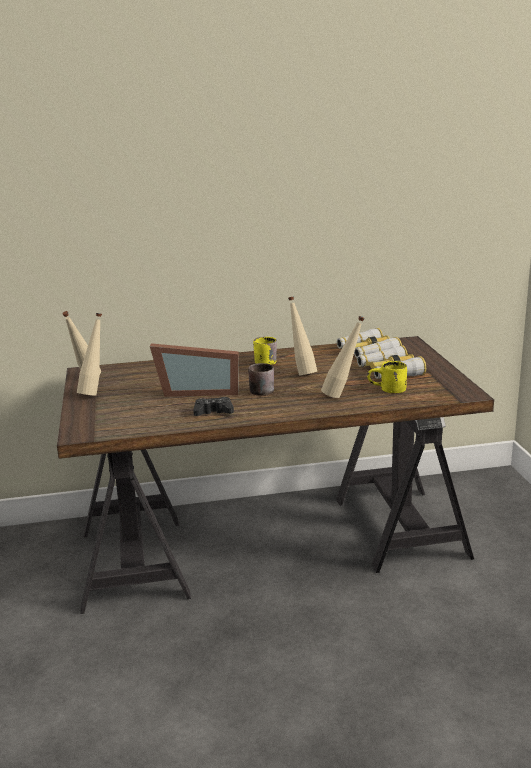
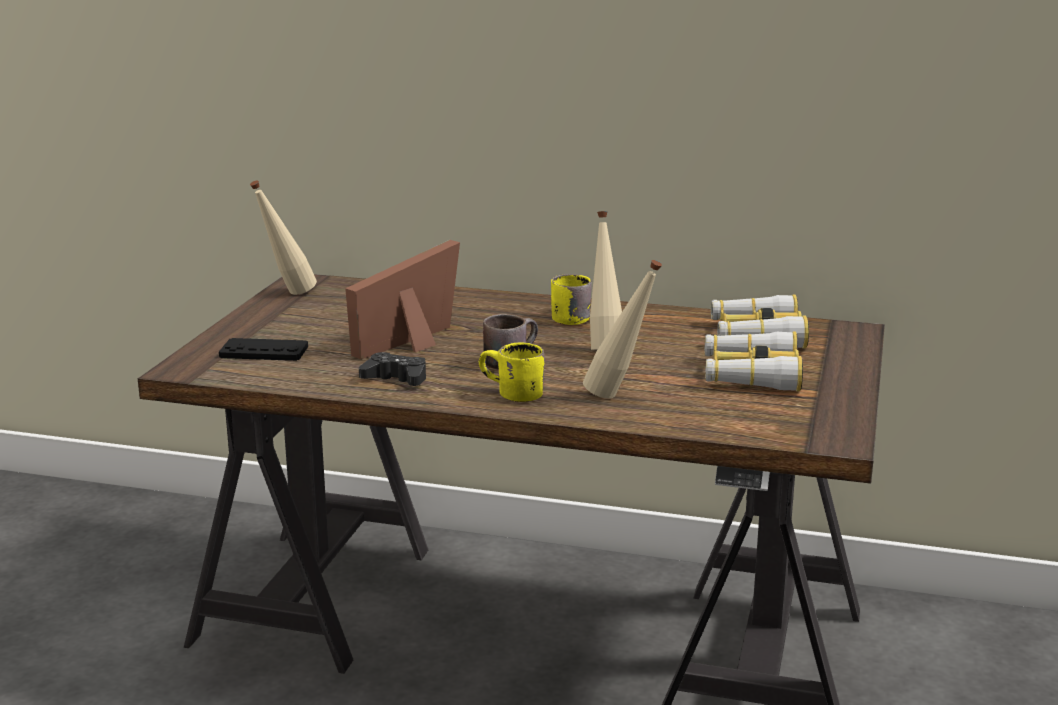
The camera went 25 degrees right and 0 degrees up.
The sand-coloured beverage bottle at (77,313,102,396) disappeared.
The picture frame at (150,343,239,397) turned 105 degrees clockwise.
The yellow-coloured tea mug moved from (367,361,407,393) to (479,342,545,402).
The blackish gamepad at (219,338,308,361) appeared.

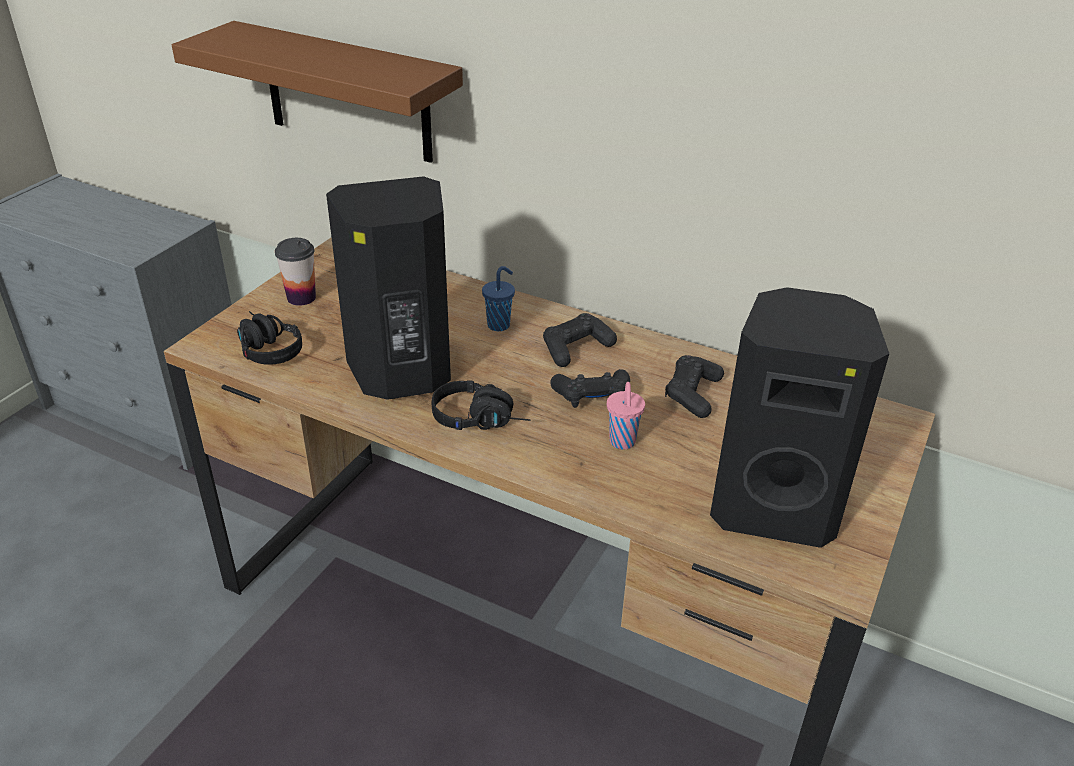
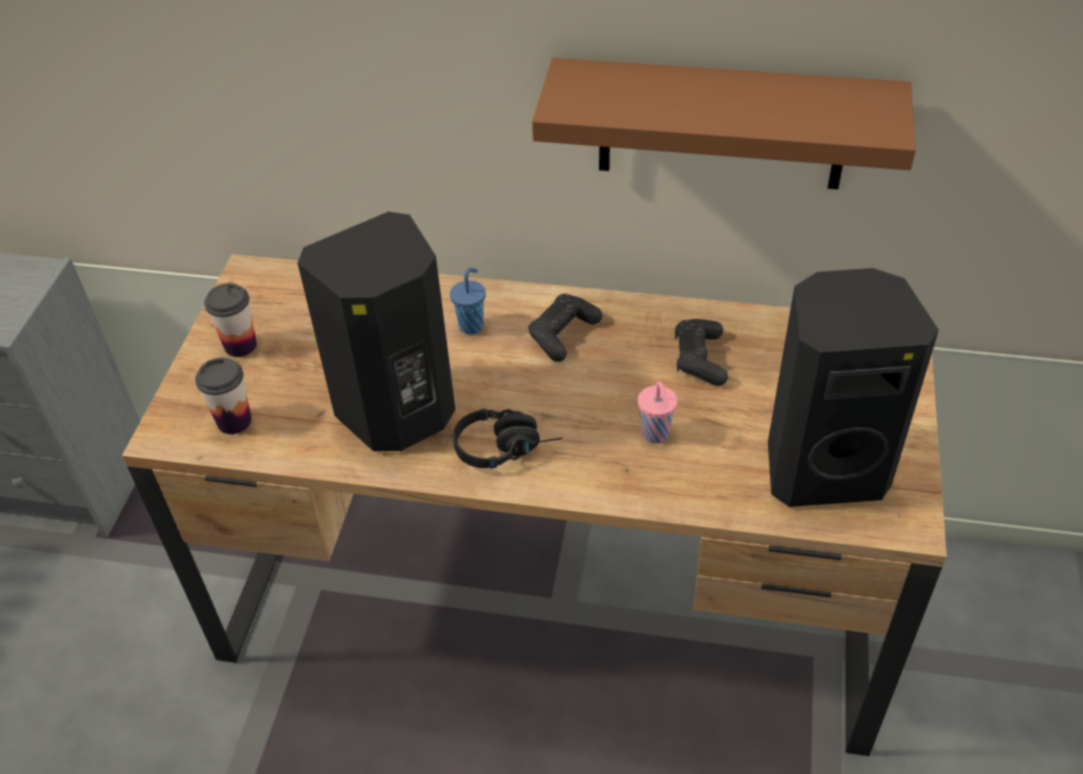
The camera went 15 degrees left and 10 degrees up.
The brown-coloured bracket shelf moved from (172,21,463,163) to (532,58,916,189).
The blackish headphones at (237,311,302,365) was replaced by the cup at (195,358,251,434).
The blackish gamepad at (550,369,630,408) disappeared.

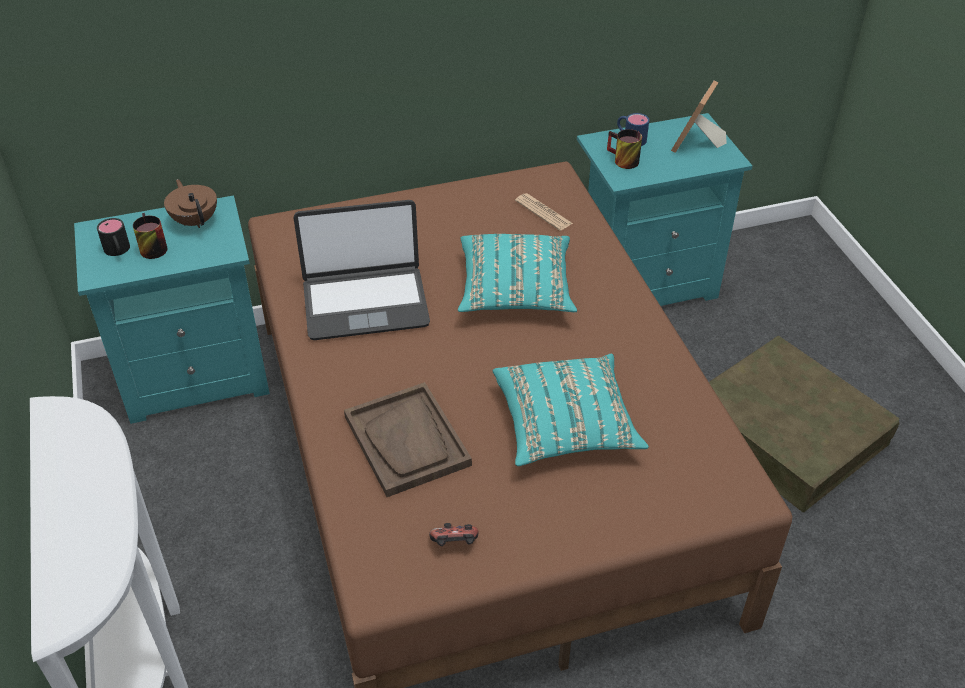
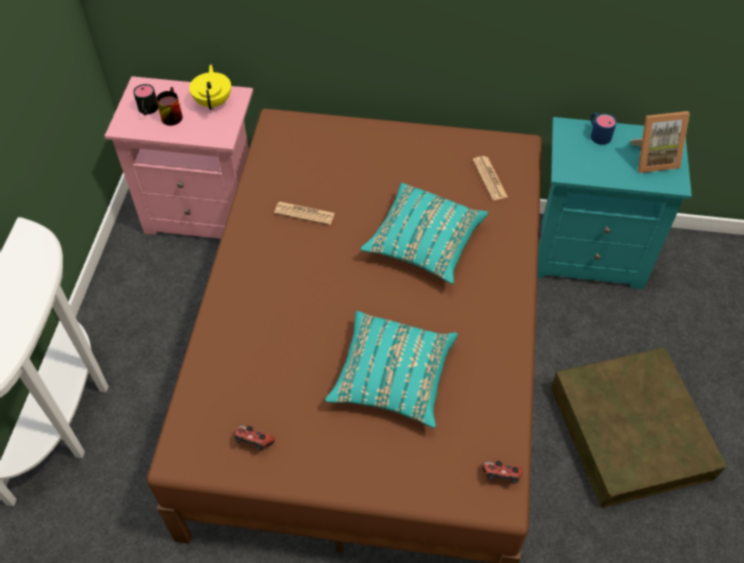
The camera went 25 degrees right and 10 degrees up.
The turquoise-coloured night table at (74,195,270,424) became the pink-coloured night table at (105,76,253,239).
The brown-coloured pot for tea at (164,179,217,228) became the yellow-coloured pot for tea at (189,65,231,110).
The portable computer at (293,200,430,340) was replaced by the daily paper at (274,202,335,225).
The brown-coloured serving tray at (344,382,472,497) disappeared.
The tea mug at (607,129,642,169) disappeared.
The picture frame at (671,80,727,153) turned 150 degrees counterclockwise.
The gamepad at (482,461,523,484) appeared.

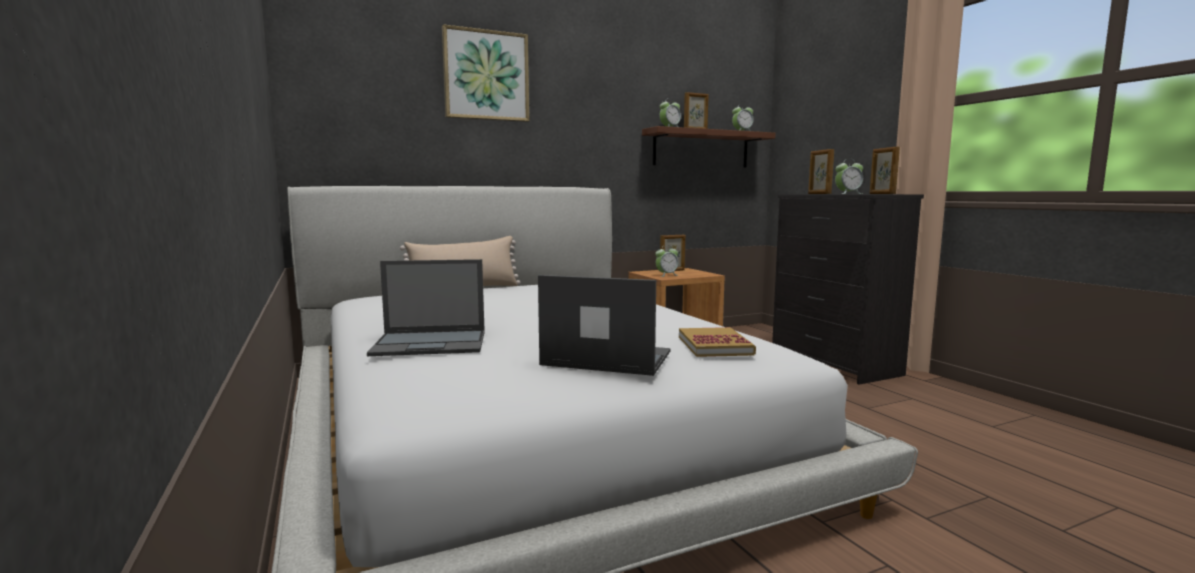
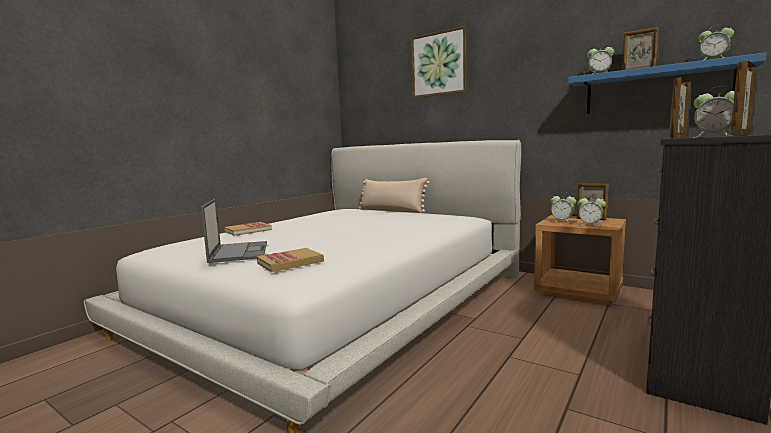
The camera went 60 degrees right and 0 degrees up.
The portable computer at (367,259,485,356) was replaced by the book at (224,222,272,236).
The brown-coloured bracket shelf at (642,126,775,167) became the blue bracket shelf at (568,53,766,114).
The table clock at (577,194,606,227) appeared.

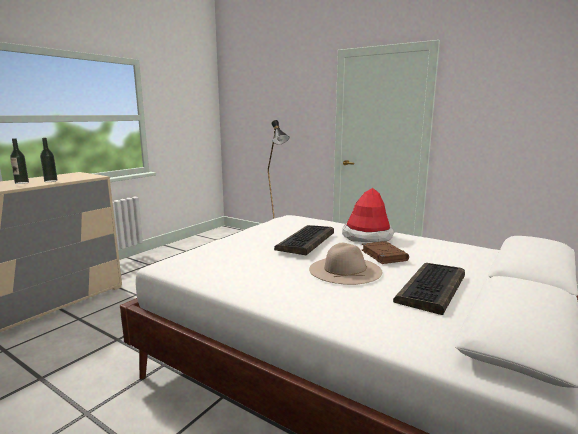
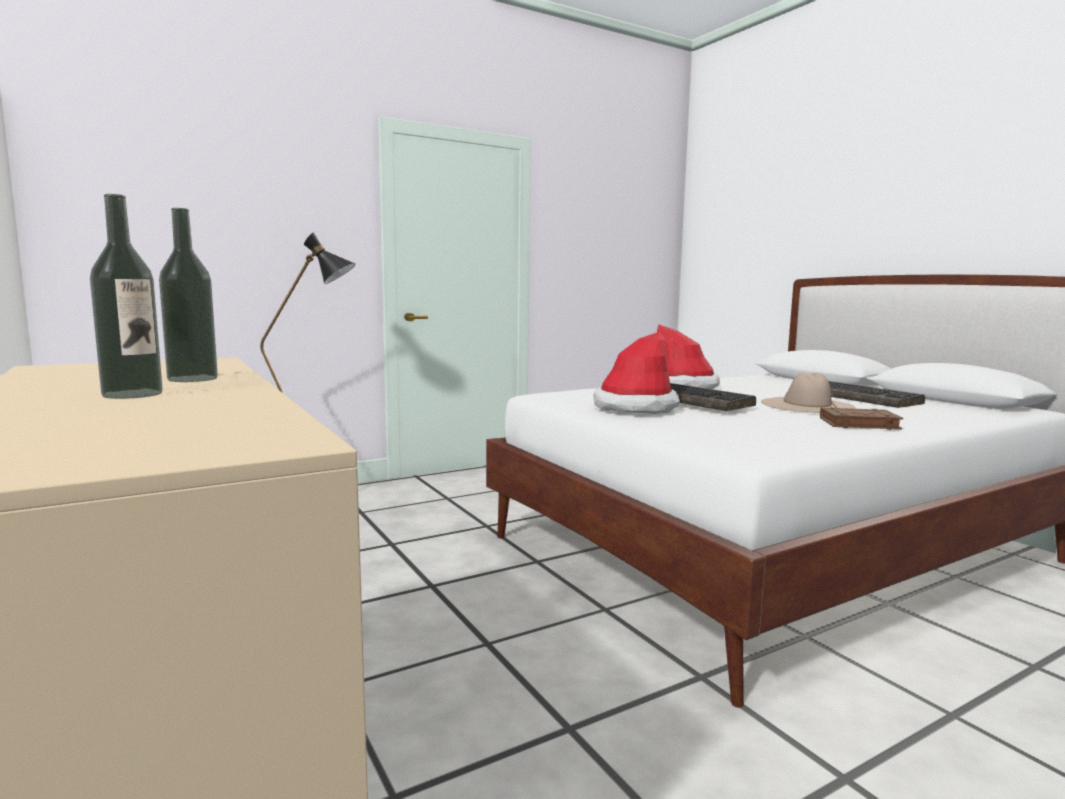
The camera went 65 degrees left and 5 degrees down.
The brown-coloured book moved from (362,241,409,264) to (820,407,903,430).
The clothing hat at (593,332,680,414) appeared.

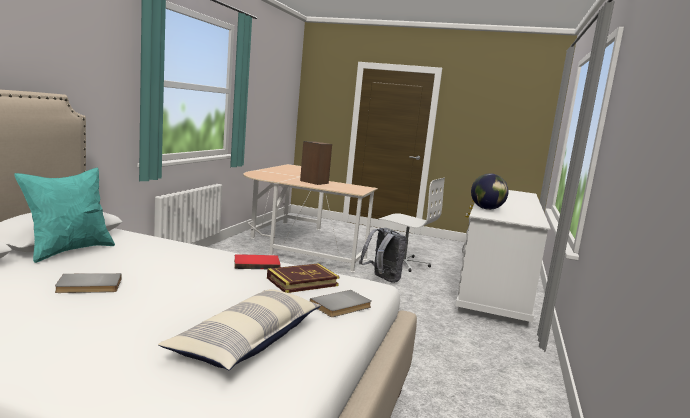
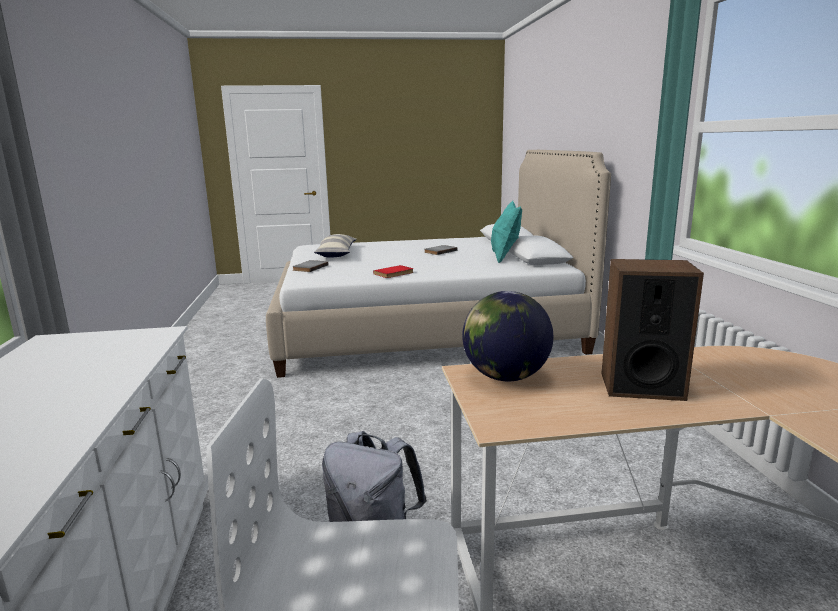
The camera went 155 degrees right and 5 degrees up.
The book at (267,263,339,293) disappeared.
The globe moved from (471,173,508,210) to (462,291,553,381).

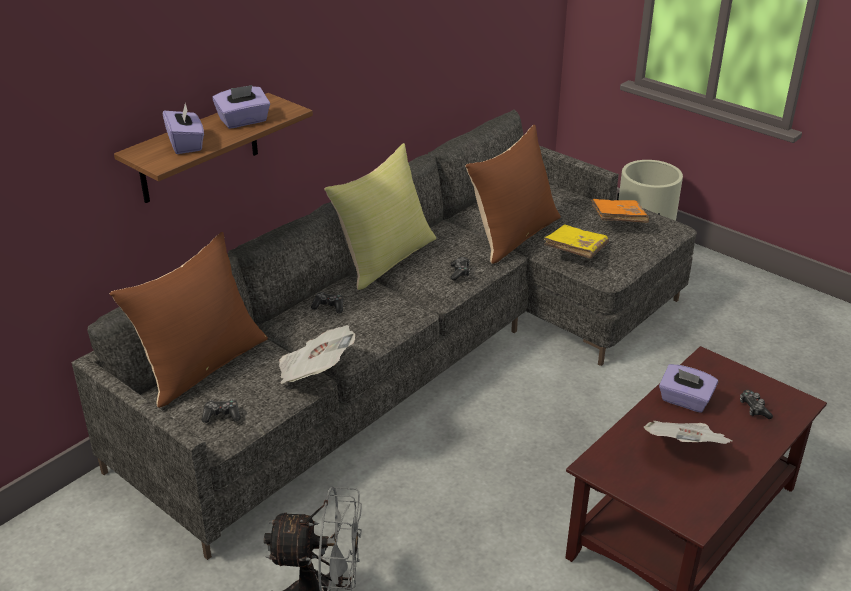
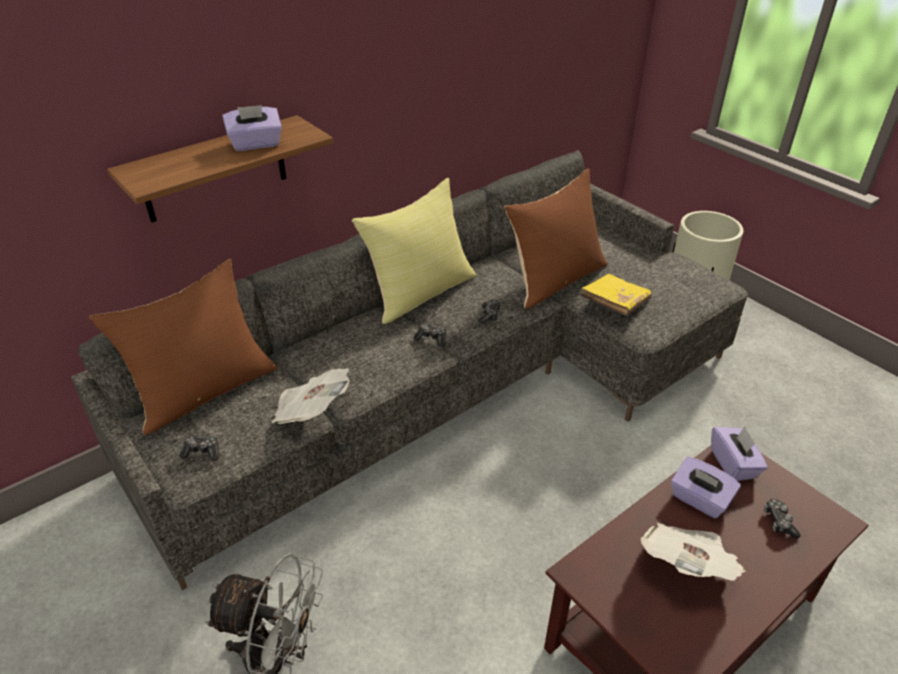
The camera went 10 degrees right and 5 degrees up.
The purple-coloured tissue holder moved from (163,101,204,154) to (711,427,768,481).
The gamepad moved from (311,292,343,313) to (414,323,446,347).
The orange-coloured book at (591,199,649,223) disappeared.

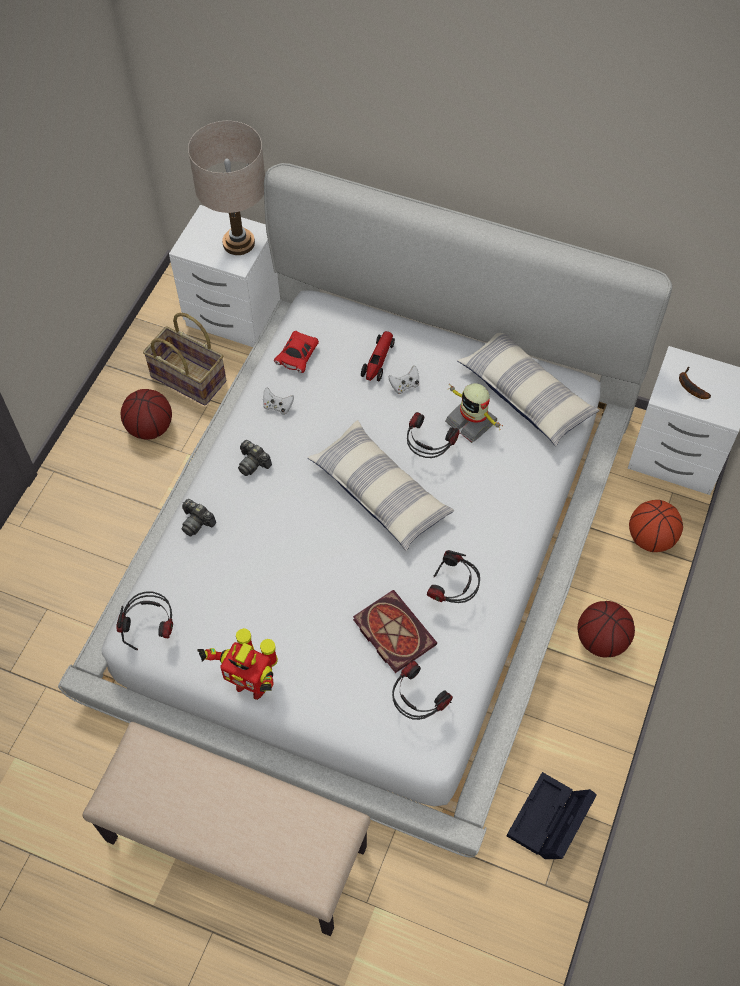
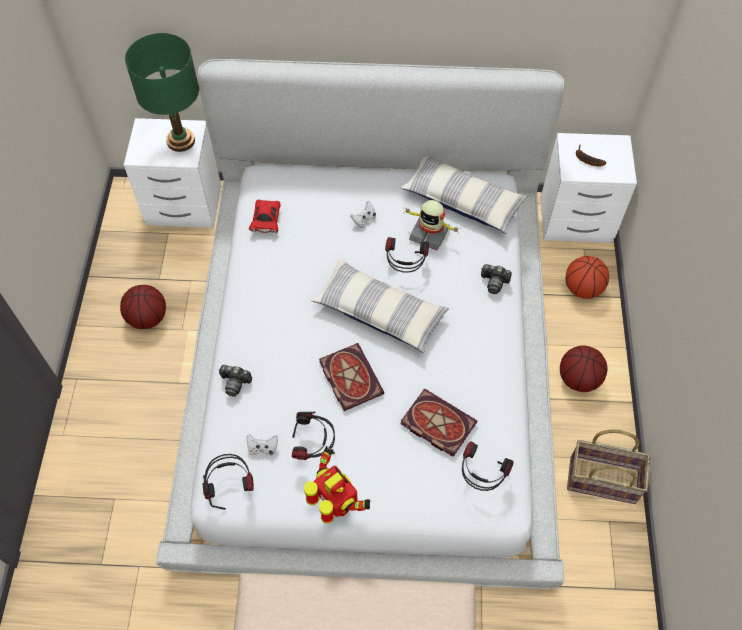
The camera went 20 degrees left and 0 degrees up.
The basket moved from (143,313,227,406) to (567,430,650,504).
The sand-coloured lamp for a table at (188,121,265,255) became the green lamp for a table at (125,33,199,152).
The robot figure at (198,628,278,700) turned 135 degrees counterclockwise.
The photo camera moved from (238,440,272,476) to (481,264,512,294).
The white gamepad moved from (263,387,294,415) to (246,434,278,456).
The model car at (361,331,395,381) disappeared.
The headphones moved from (427,550,480,603) to (292,412,335,460).
The blackish storage container at (507,772,597,859) disappeared.
The book at (319,343,384,411) appeared.

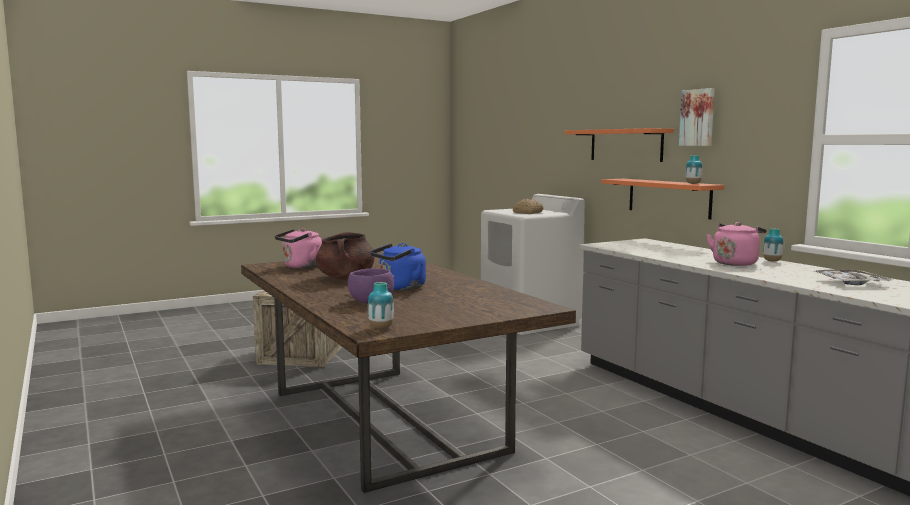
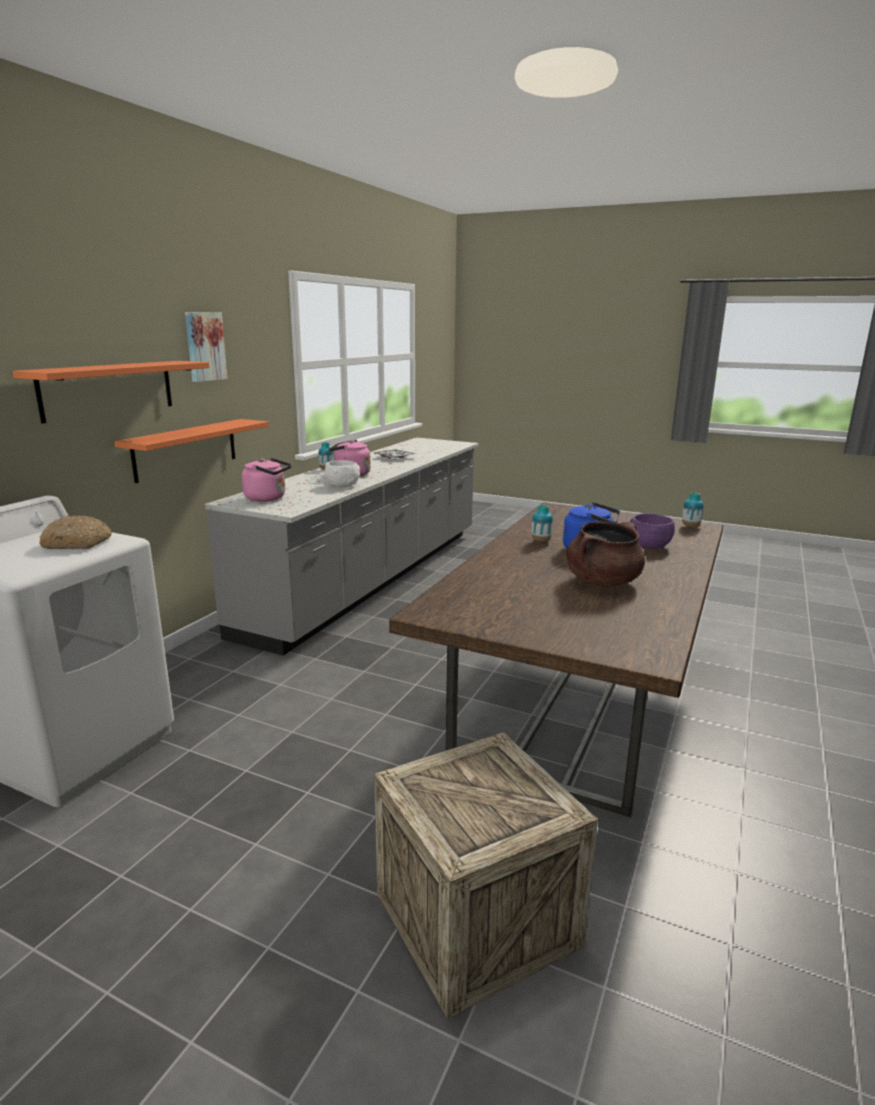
The camera went 125 degrees left and 10 degrees up.
The pink-coloured kettle moved from (275,228,322,269) to (242,458,292,502).
The decorative vase moved from (686,155,702,184) to (532,505,553,542).
The white bowl at (324,460,360,487) appeared.

